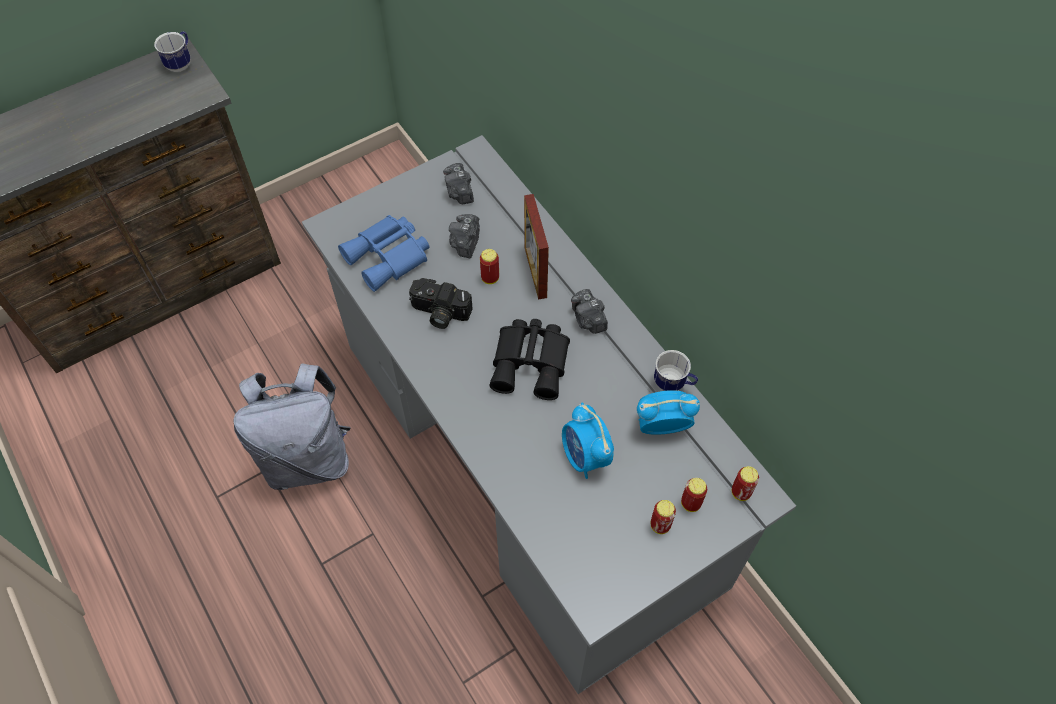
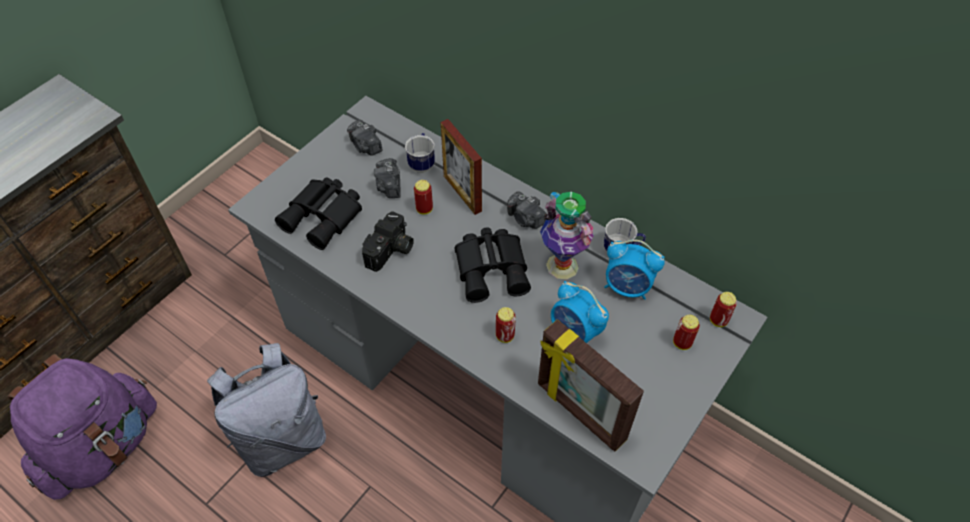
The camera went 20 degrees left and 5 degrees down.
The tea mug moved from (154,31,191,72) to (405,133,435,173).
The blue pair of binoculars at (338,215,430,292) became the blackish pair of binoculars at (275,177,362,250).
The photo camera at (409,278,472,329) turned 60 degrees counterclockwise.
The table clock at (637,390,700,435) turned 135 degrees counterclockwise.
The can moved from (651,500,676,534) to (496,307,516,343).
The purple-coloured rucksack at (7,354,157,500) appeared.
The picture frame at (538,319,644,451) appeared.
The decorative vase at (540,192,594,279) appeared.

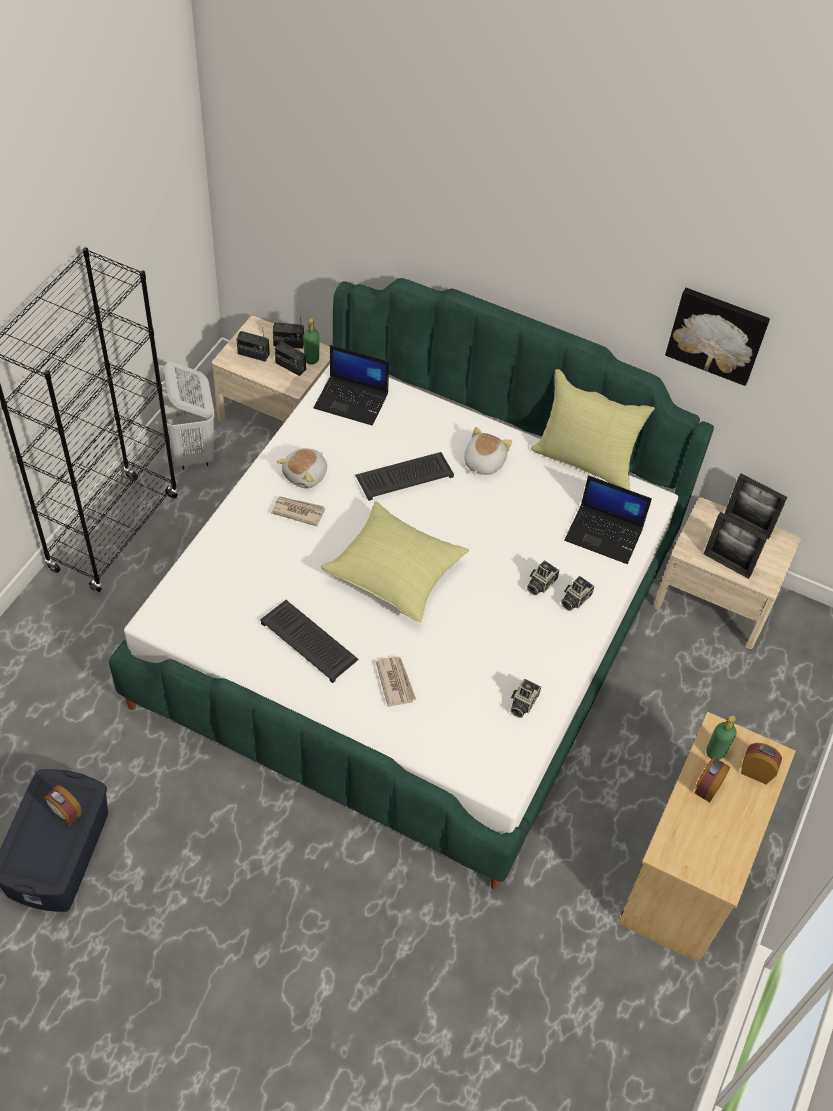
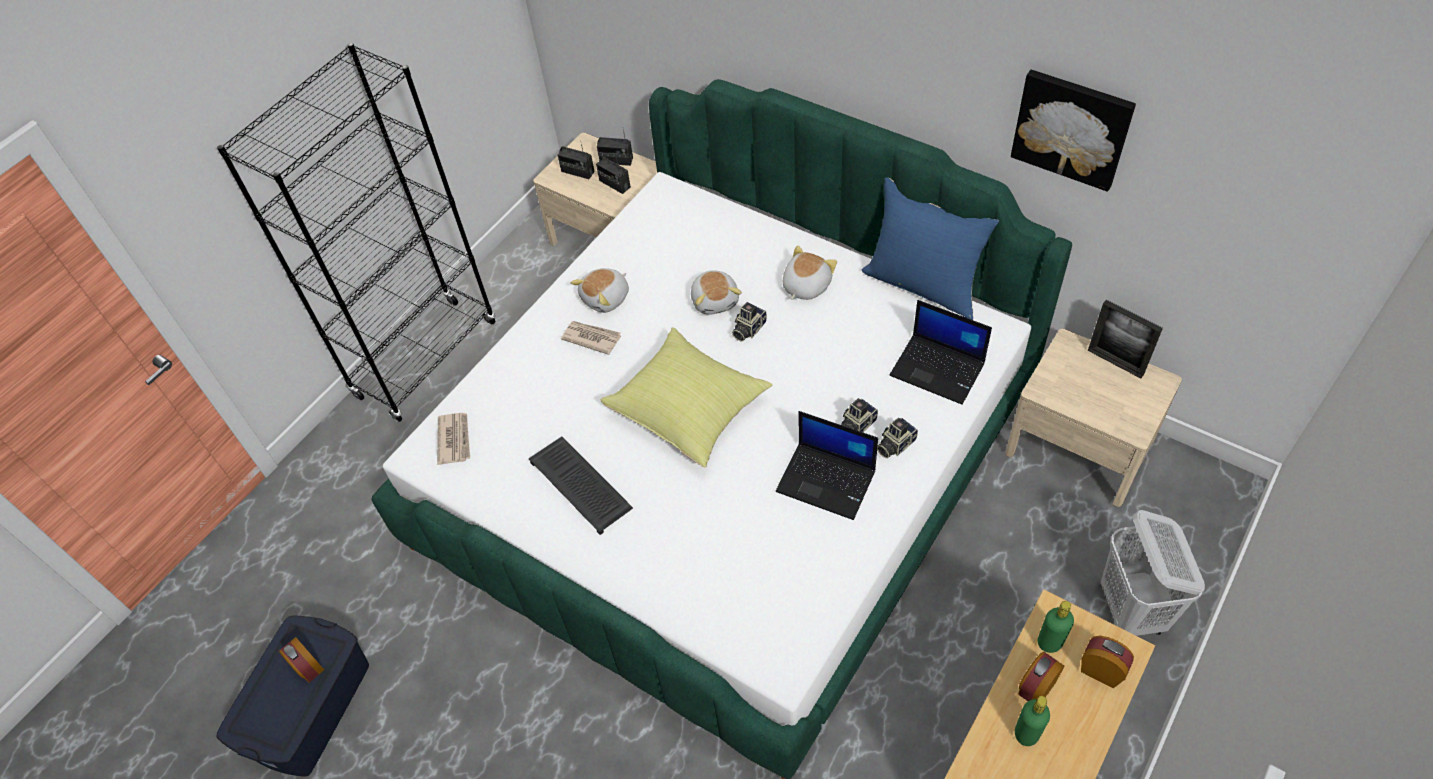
The camera went 15 degrees right and 0 degrees up.
The white laundry basket moved from (158,362,215,470) to (1101,510,1205,636).
The green beverage bottle moved from (303,318,319,365) to (1015,696,1050,746).
The portable computer moved from (314,345,389,425) to (776,411,878,520).
The keyboard at (355,452,454,501) was replaced by the soft toy at (691,270,742,315).
The daily paper moved from (376,657,416,707) to (437,413,470,465).
The photo camera moved from (510,679,541,718) to (732,302,767,342).
The yellow-coloured pillow at (531,369,655,490) became the blue pillow at (862,177,999,320).
The picture frame at (704,512,768,579) disappeared.

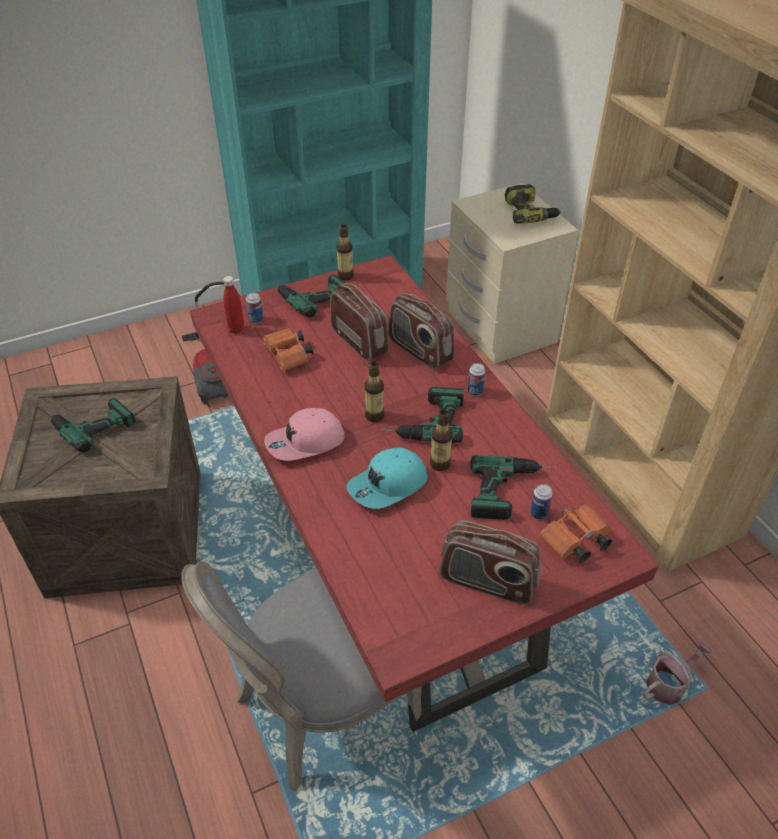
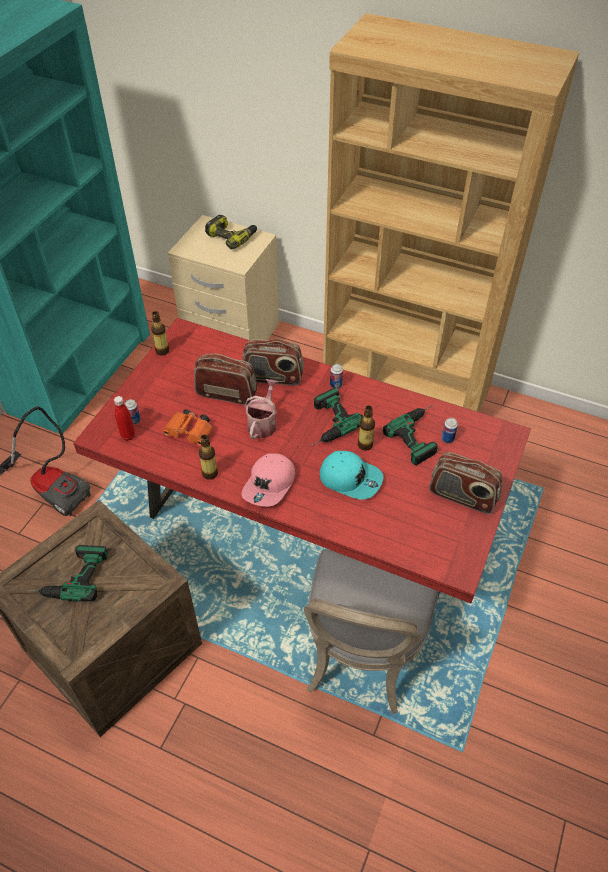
The camera went 40 degrees left and 5 degrees up.
The power drill at (272,275,345,318) disappeared.
The turquoise-coloured cap at (346,448,427,509) turned 75 degrees counterclockwise.
The beverage bottle moved from (365,361,384,422) to (199,435,218,480).
The radio at (440,520,541,605) turned 45 degrees clockwise.
The orange-coloured pair of binoculars at (540,504,612,563) disappeared.
The watering pot moved from (642,640,712,705) to (244,379,278,439).

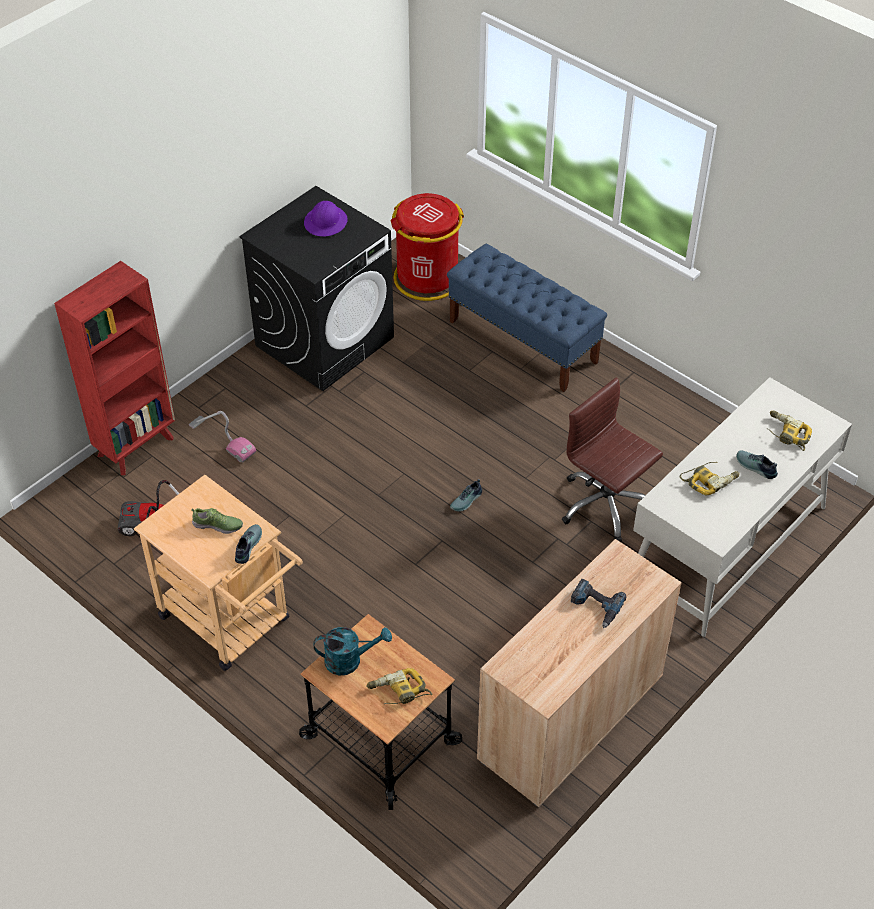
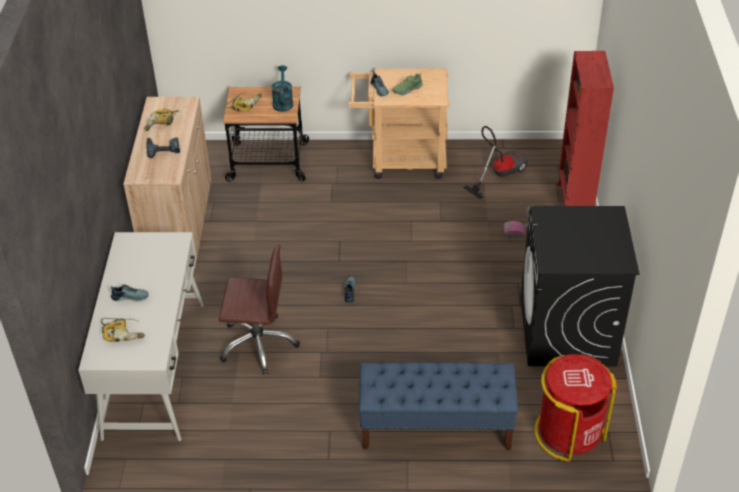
The camera went 140 degrees right and 5 degrees down.
The purple-coloured hard hat at (304,201,348,237) disappeared.
The turquoise-coloured watering pot at (313,627,392,676) turned 135 degrees clockwise.
The power drill moved from (680,462,739,495) to (144,110,179,131).

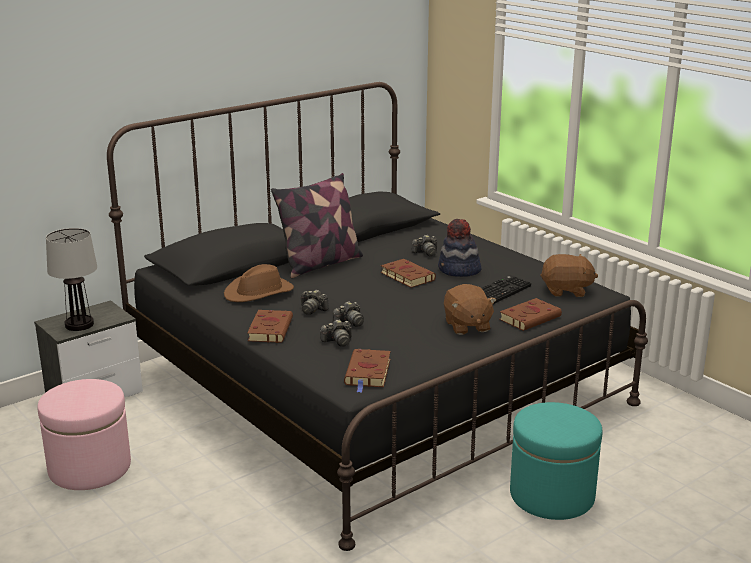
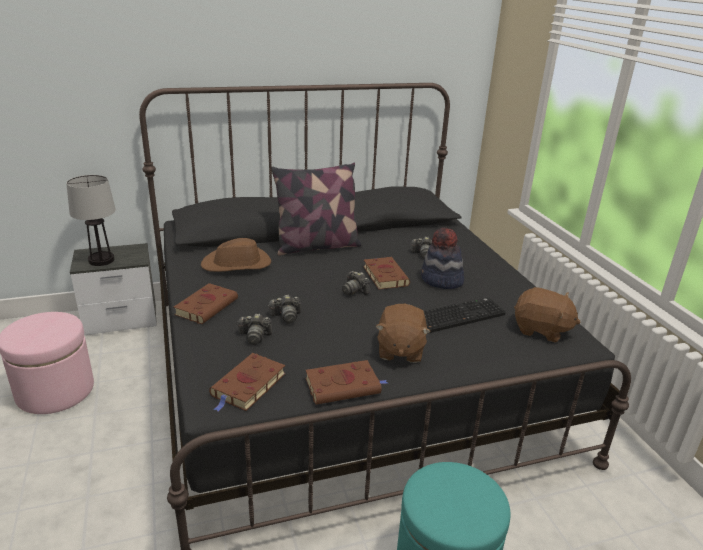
The camera went 20 degrees right and 5 degrees up.
The photo camera moved from (300,290,329,315) to (342,271,370,295).
The brown-coloured book moved from (499,298,562,331) to (306,360,387,405).

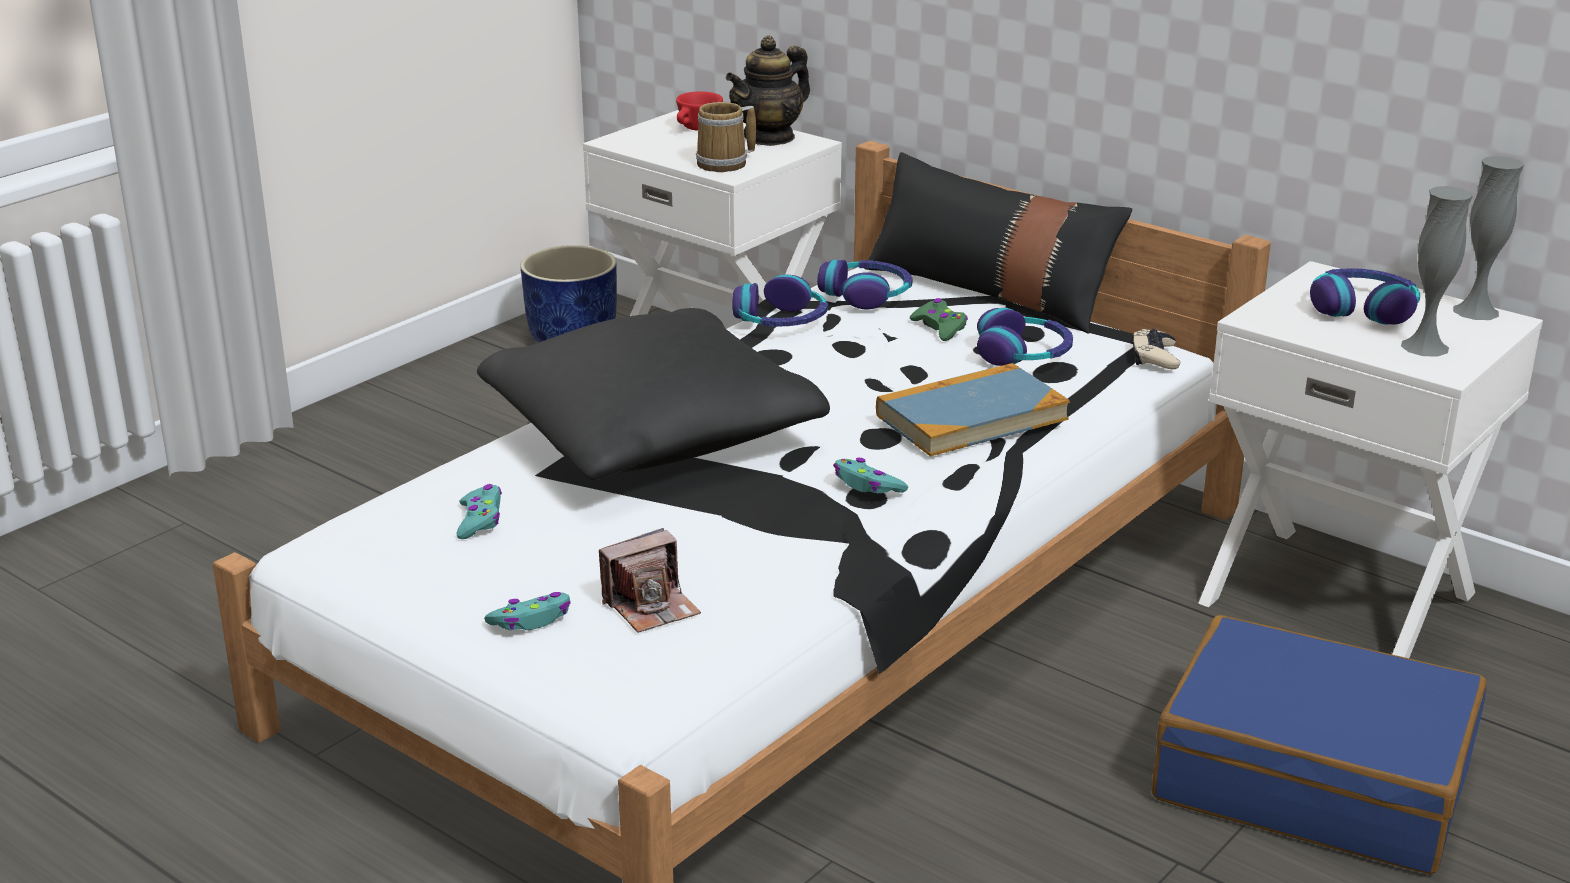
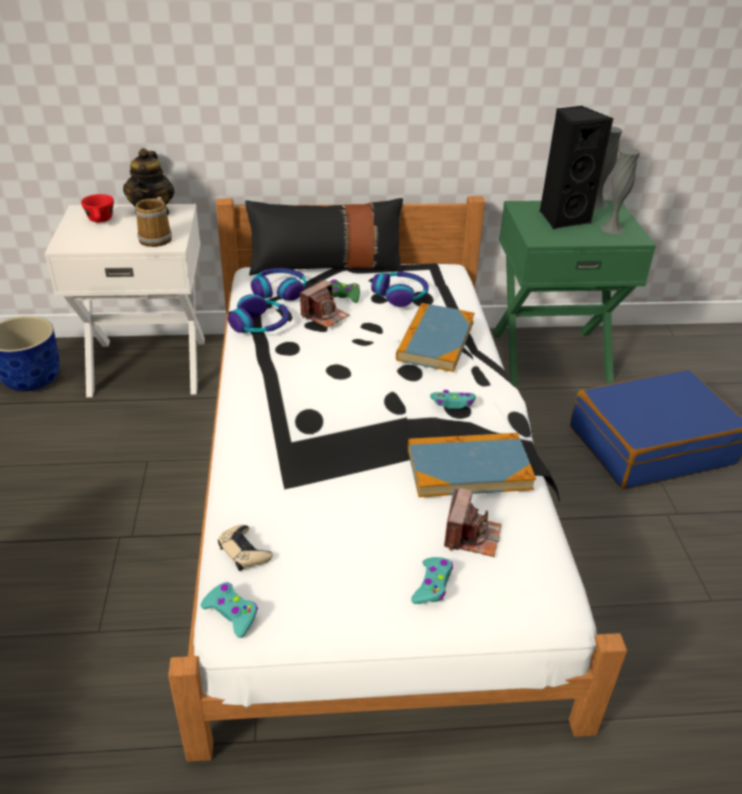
The camera went 45 degrees left and 10 degrees up.
The turquoise-coloured gamepad moved from (456,484,502,539) to (201,582,258,638).
The blackish pillow at (477,308,830,481) disappeared.
The sand-coloured gamepad moved from (1132,329,1181,369) to (218,525,273,571).
The white night table at (1198,261,1543,658) became the green night table at (492,200,656,386).
The headphones at (1310,268,1420,325) was replaced by the blackish loudspeaker at (540,106,613,229).
The photo camera at (300,279,350,328) appeared.
The book at (408,433,536,497) appeared.

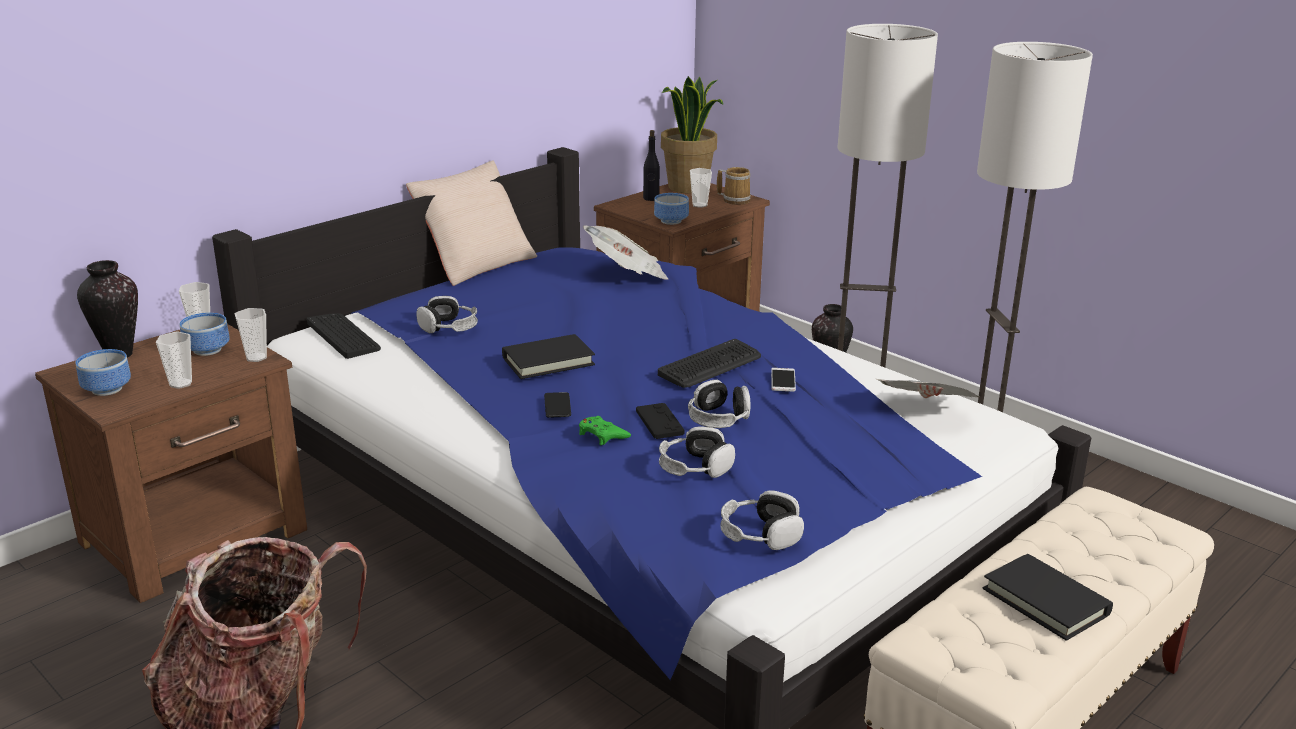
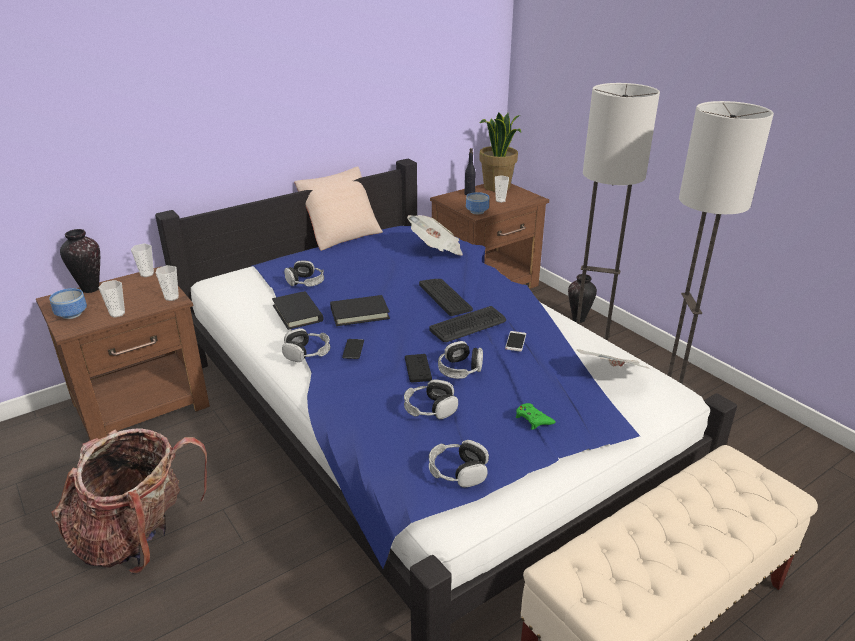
The camera went 10 degrees right and 5 degrees up.
The bowl at (180,313,230,356) disappeared.
The keyboard moved from (307,313,381,359) to (419,279,473,316).
The green gamepad moved from (579,416,631,445) to (516,403,556,430).
The tea mug at (717,167,751,205) disappeared.
The blackish book moved from (982,554,1113,641) to (272,291,324,330).
The headphones at (282,328,330,362) appeared.

